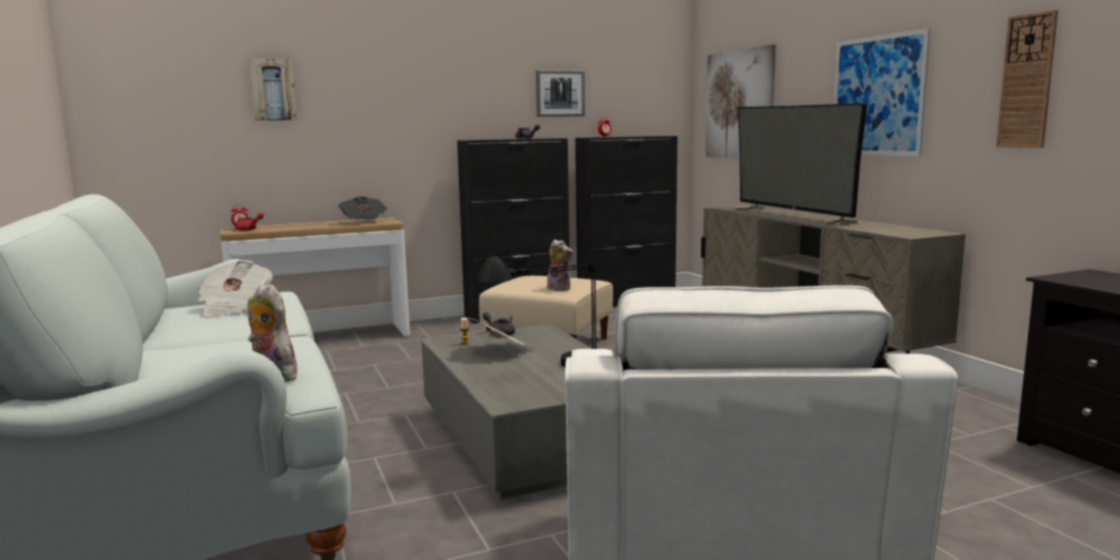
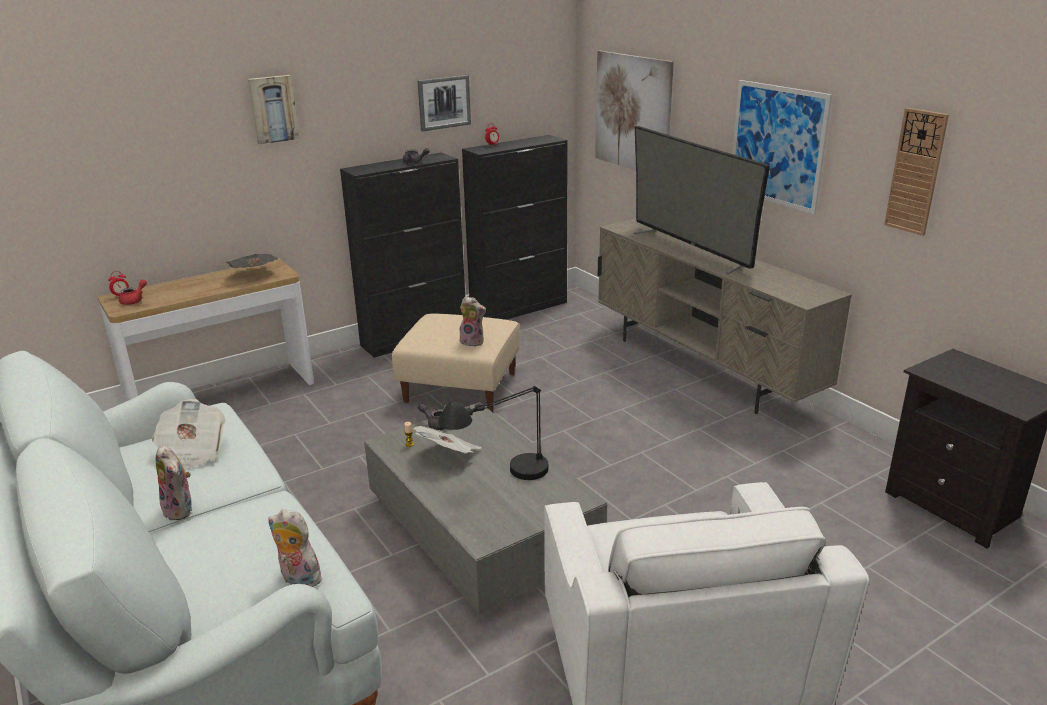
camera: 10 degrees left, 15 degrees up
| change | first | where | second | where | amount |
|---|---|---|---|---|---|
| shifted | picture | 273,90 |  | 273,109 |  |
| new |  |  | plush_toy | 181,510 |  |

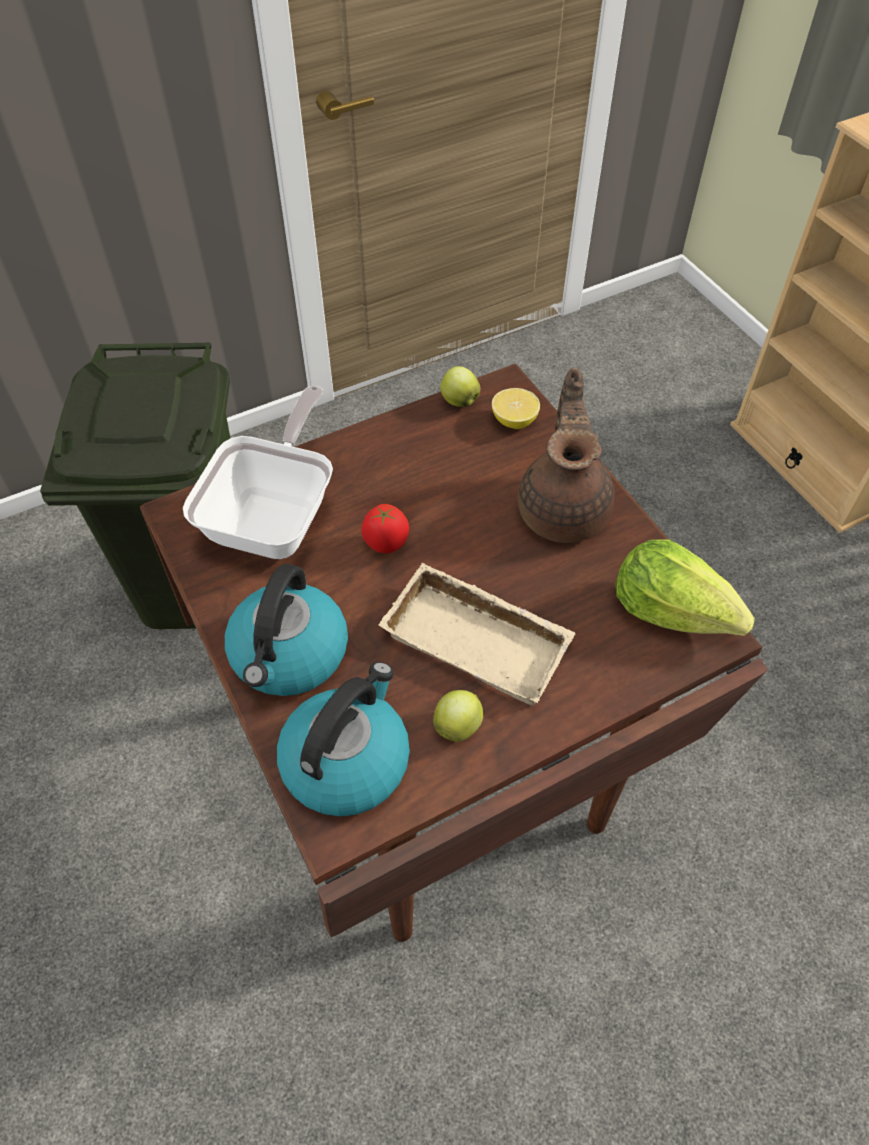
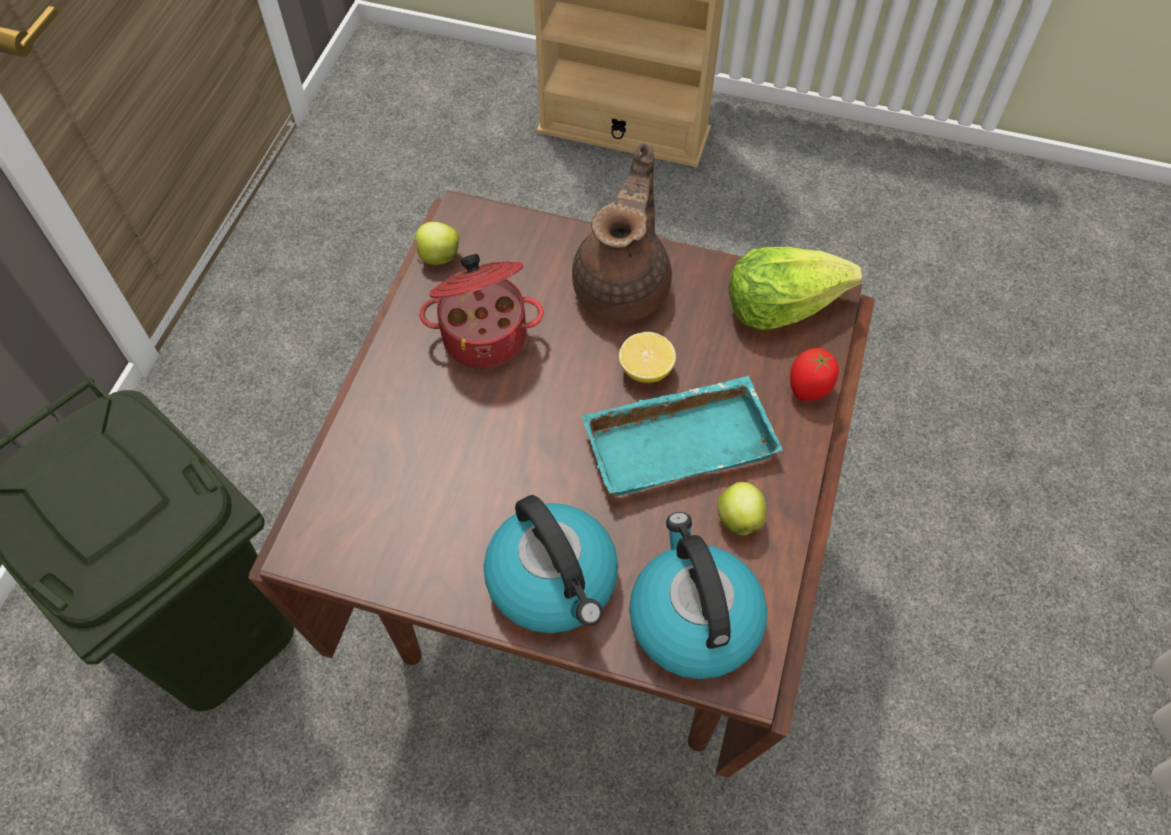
camera: 45 degrees left, 5 degrees up
| change | first | where | second | where | amount |
|---|---|---|---|---|---|
| gone | frying_pan | 276,516 |  |  |  |
| shifted | tomato | 386,544 |  | 809,389 |  |
| repainted | beige_tray | 480,639 | turquoise_tray | 680,439 |  |
| shifted | lemon | 514,421 |  | 646,370 |  |
| rotated | brown_teapot | 564,508 |  | 624,286 | 60 degrees clockwise |
| new |  |  | cooking_pot | 484,334 |  |

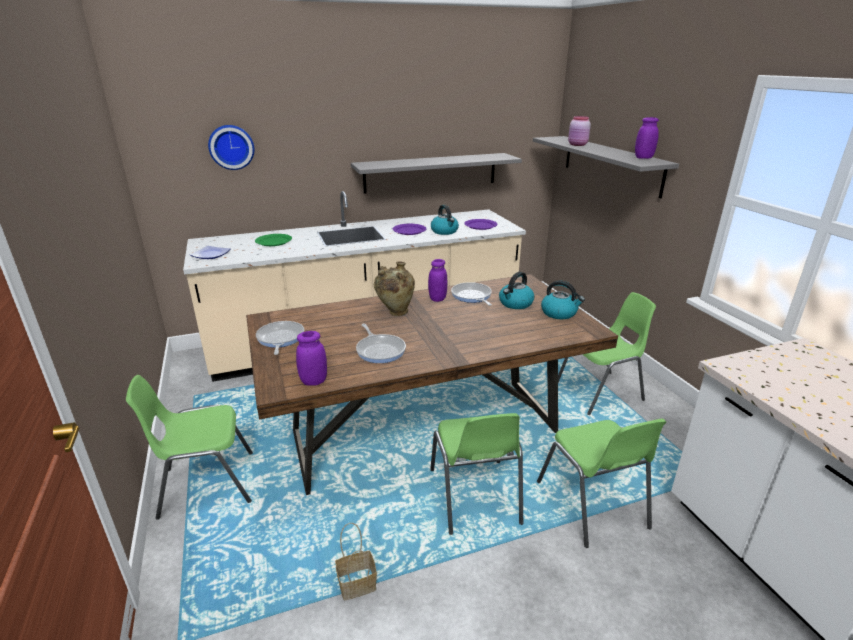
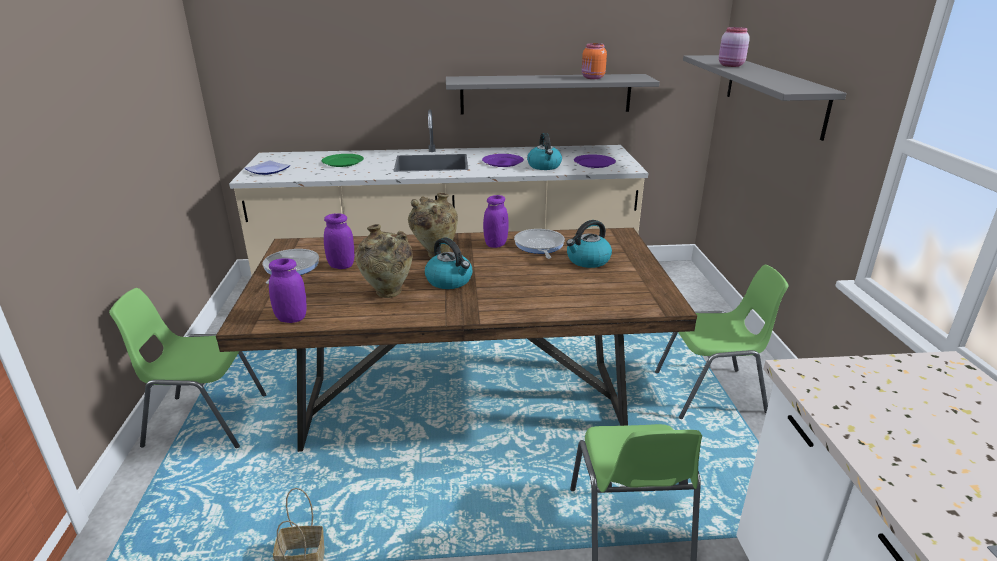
camera: 15 degrees right, 0 degrees up
| change | first | where | second | where | amount |
|---|---|---|---|---|---|
| gone | wall_clock | 231,147 |  |  |  |
| swapped | frying_pan | 380,350 | beige_vase | 387,294 |  |
| gone | green_chair | 475,497 |  |  |  |
| shifted | kettle | 559,313 |  | 450,281 |  |
| shifted | purple_jar | 643,158 |  | 341,266 |  |
| new |  |  | orange_jar | 592,78 |  |

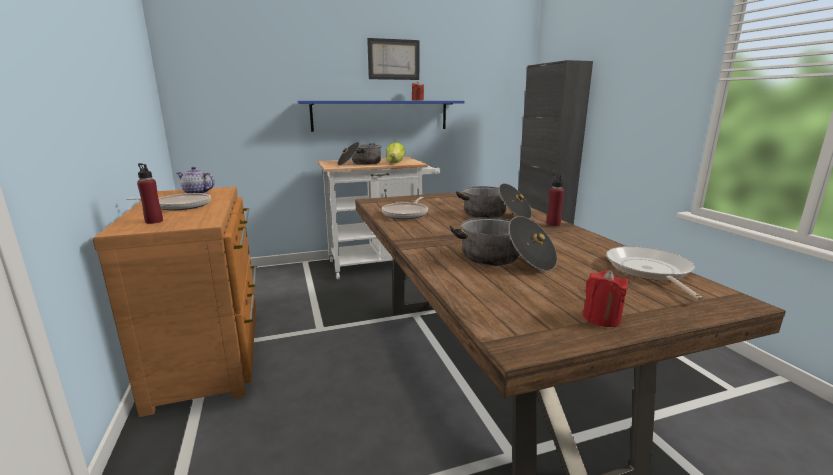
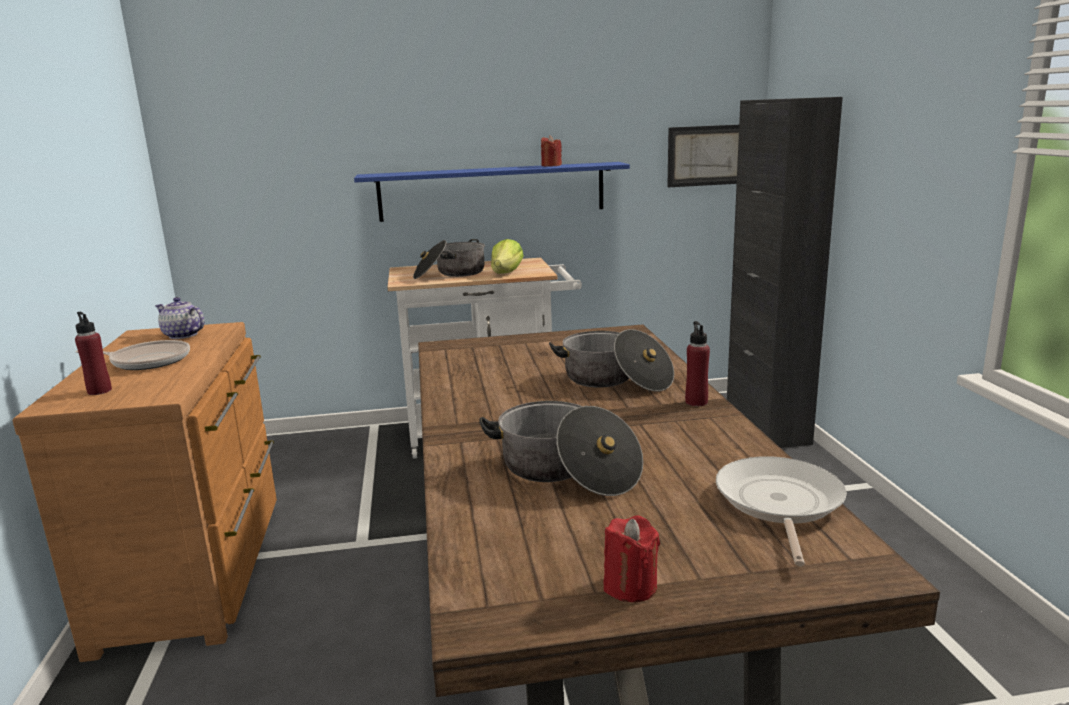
camera: 10 degrees right, 0 degrees up
| change | first | where | second | where | amount |
|---|---|---|---|---|---|
| shifted | picture | 393,59 |  | 706,155 |  |
| gone | frying_pan | 406,214 |  |  |  |

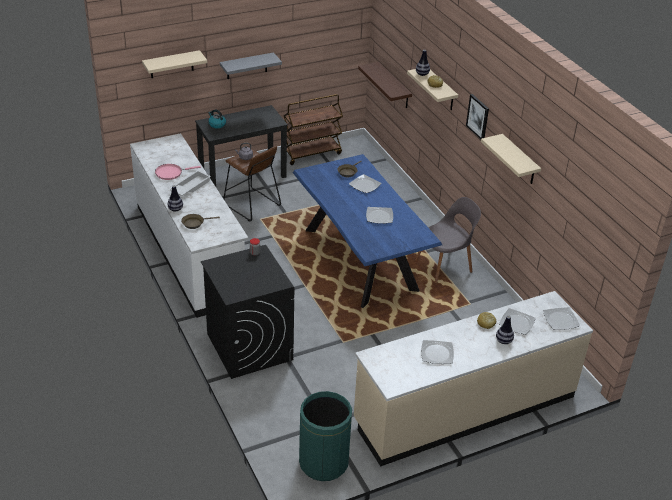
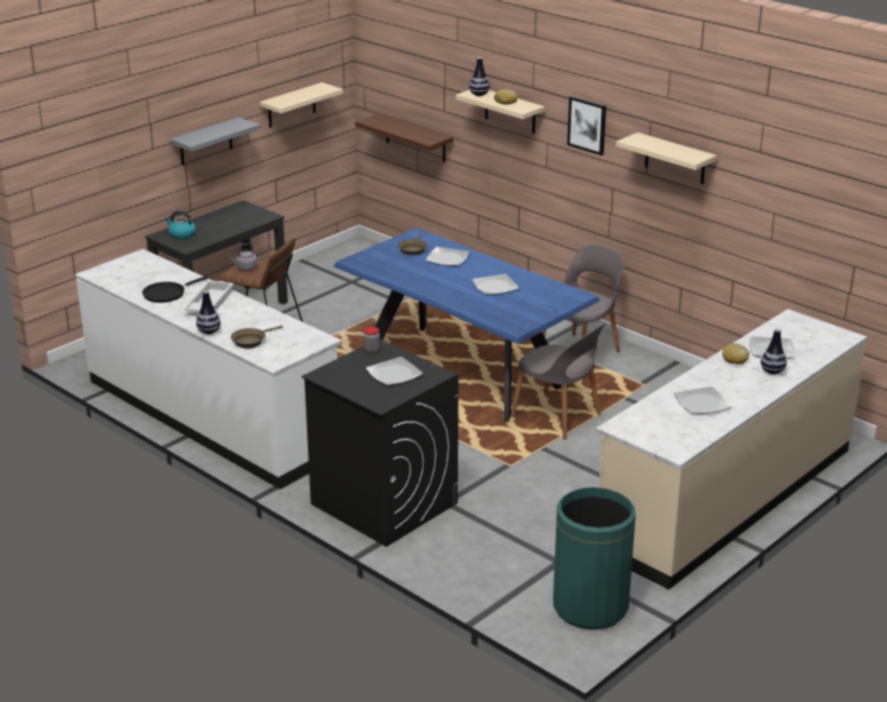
camera: 20 degrees left, 10 degrees down
| change | first | where | second | where | amount |
|---|---|---|---|---|---|
| shifted | beige_shelf | 171,64 |  | 291,105 |  |
| repainted | pink_frying_pan | 171,173 | black_frying_pan | 167,294 |  |
| gone | brown_cart | 312,153 |  |  |  |
| shifted | plate | 560,320 |  | 394,374 |  |
| new |  |  | grey_chair | 557,417 |  |

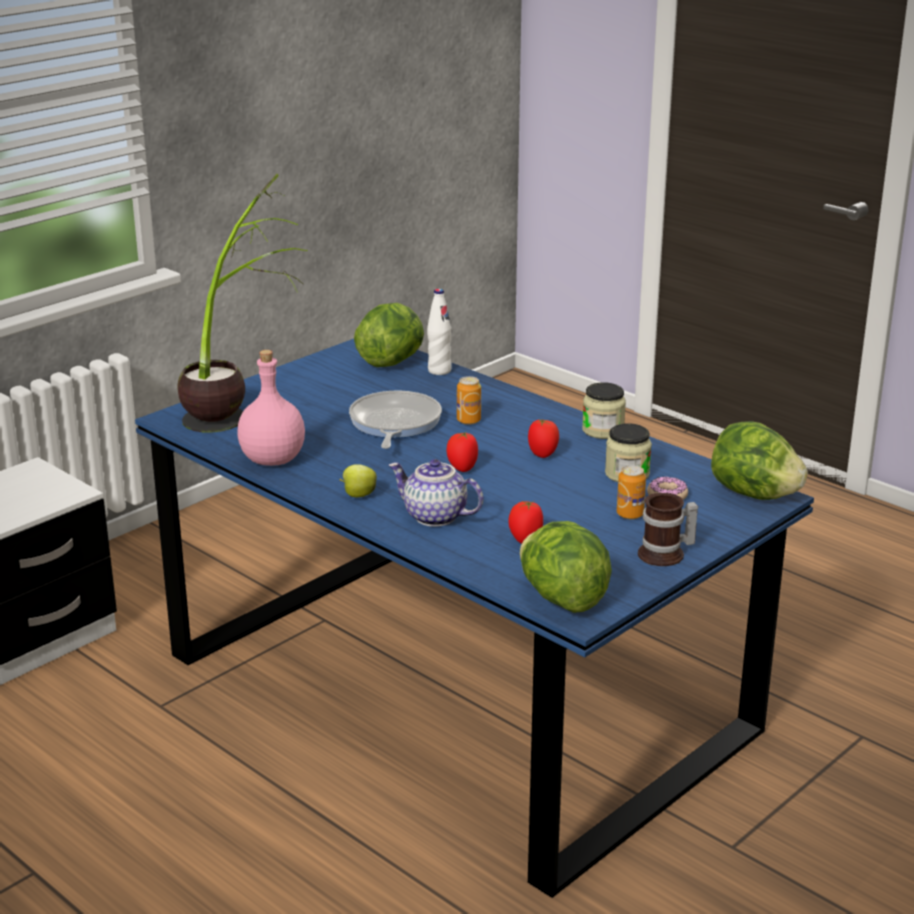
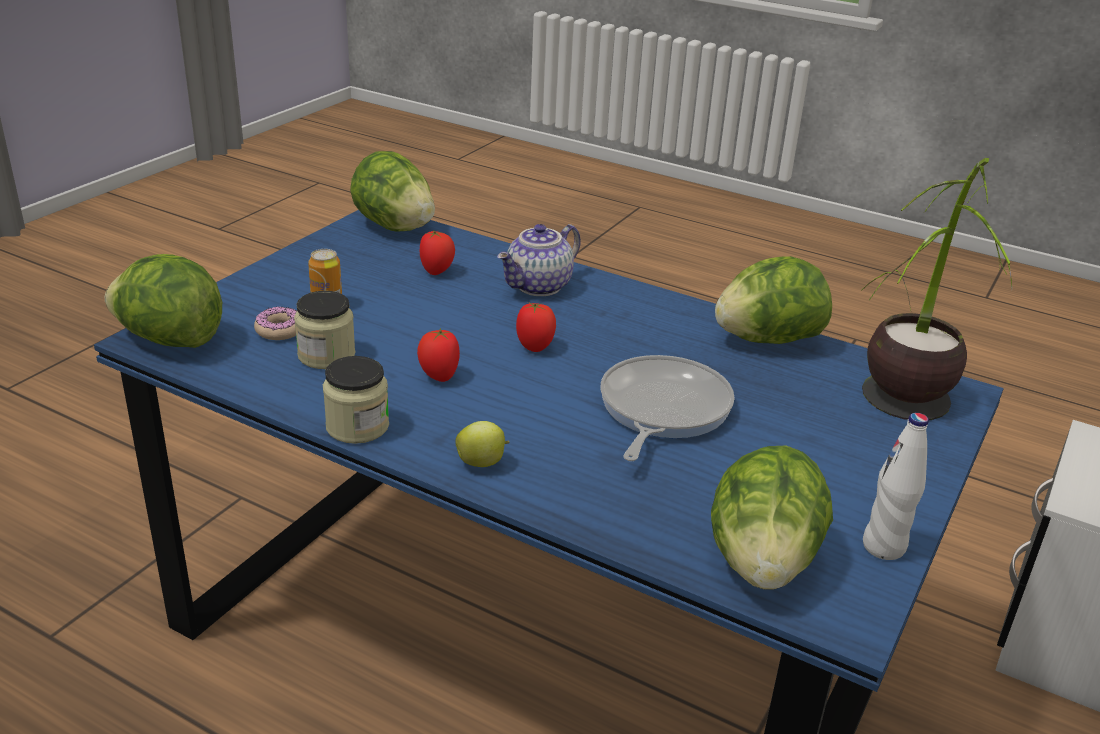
camera: 165 degrees right, 5 degrees up
| change | first | where | second | where | amount |
|---|---|---|---|---|---|
| swapped | pink_bottle | 271,459 | lettuce | 767,340 |  |
| shifted | apple | 358,495 |  | 482,463 |  |
| rotated | frying_pan | 394,424 |  | 661,410 | 150 degrees counterclockwise |
| rotated | teapot | 434,517 |  | 539,287 | 120 degrees clockwise |
| shifted | white_bottle | 439,370 |  | 884,547 |  |
| gone | can | 468,420 |  |  |  |
| gone | mug | 666,555 |  |  |  |

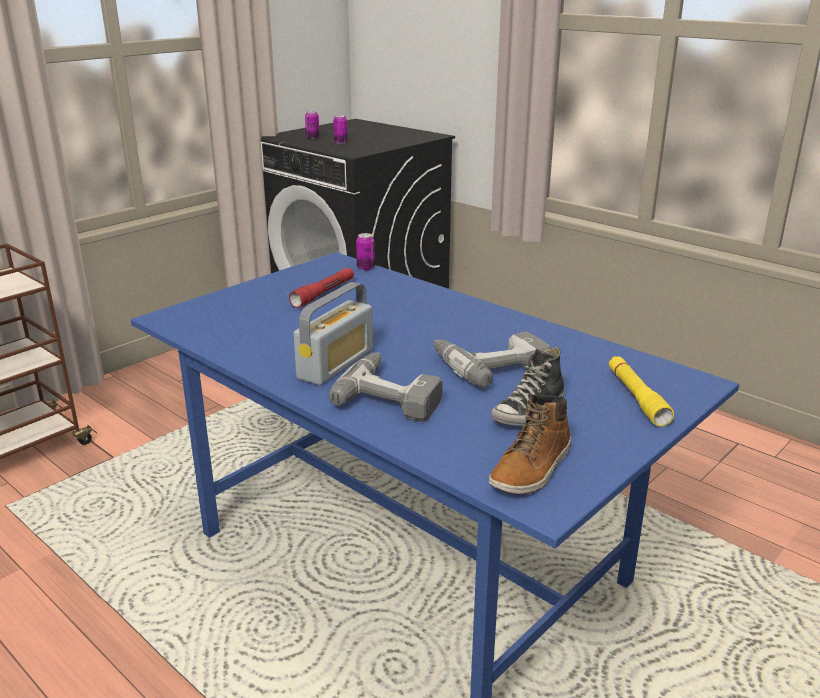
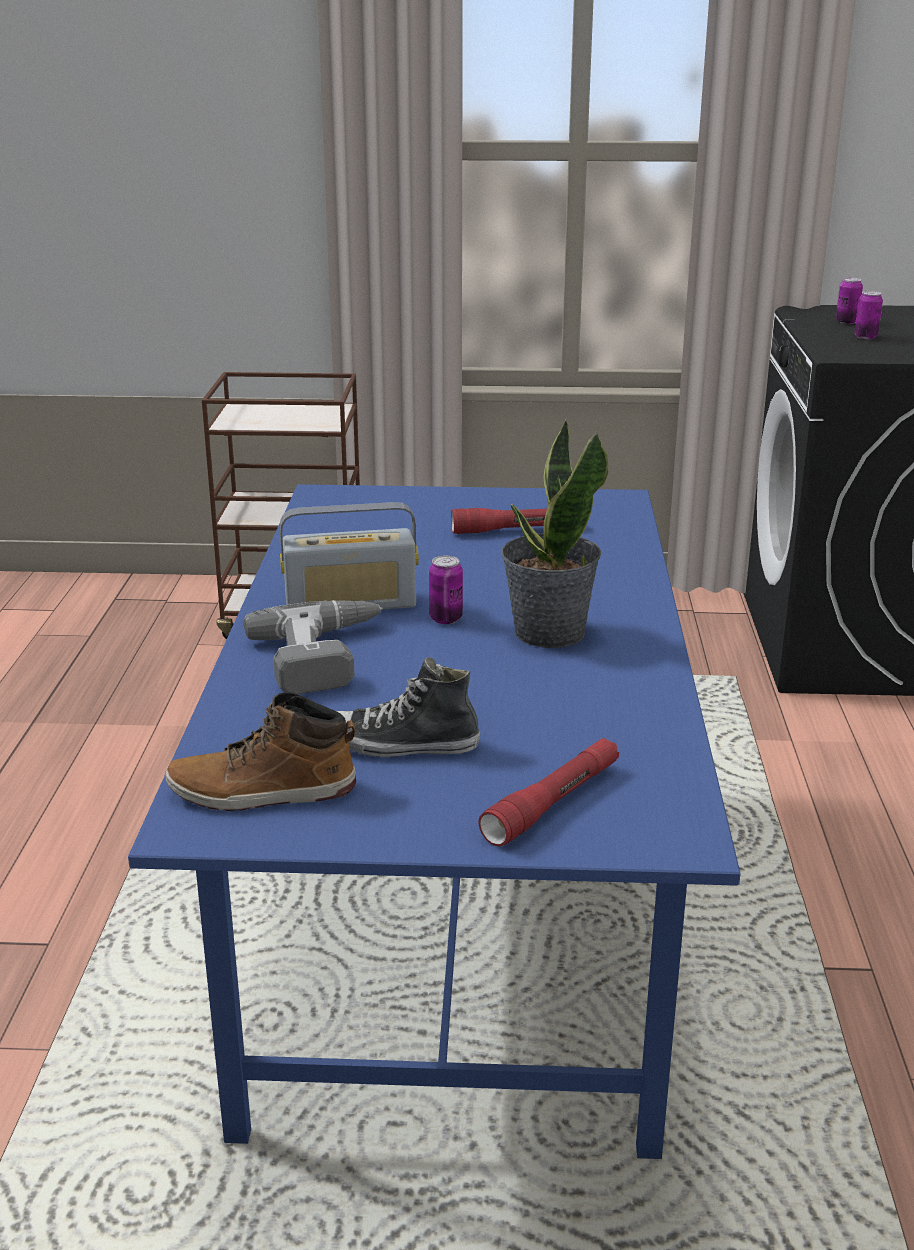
camera: 50 degrees right, 0 degrees up
| change | first | where | second | where | amount |
|---|---|---|---|---|---|
| shifted | can | 365,268 |  | 445,619 |  |
| gone | power_drill | 489,364 |  |  |  |
| repainted | yellow_flashlight | 636,397 | red_flashlight | 553,803 |  |
| new |  |  | potted_plant | 548,633 |  |

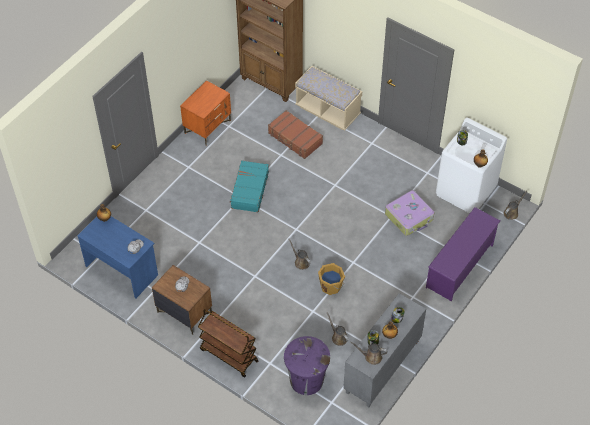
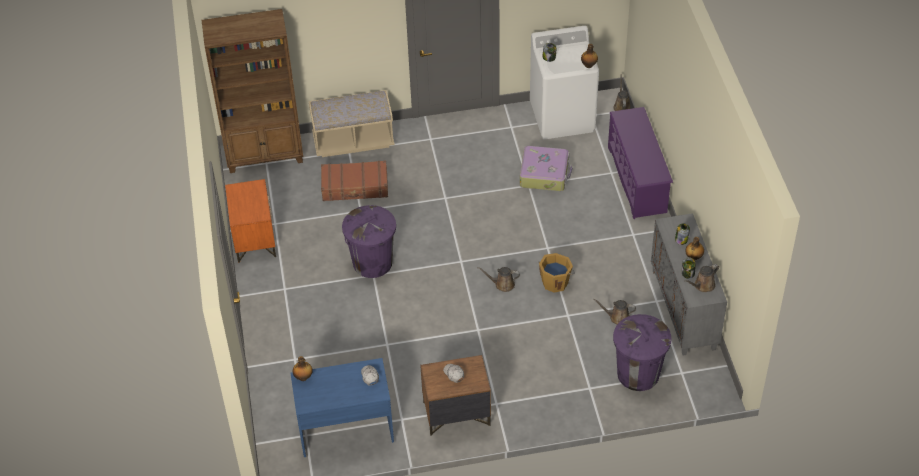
camera: 45 degrees left, 5 degrees down
| change | first | where | second | where | amount |
|---|---|---|---|---|---|
| gone | brown_cart | 228,355 |  |  |  |
| swapped | turquoise_suitcase | 249,190 | purple_trash_can | 373,263 |  |

